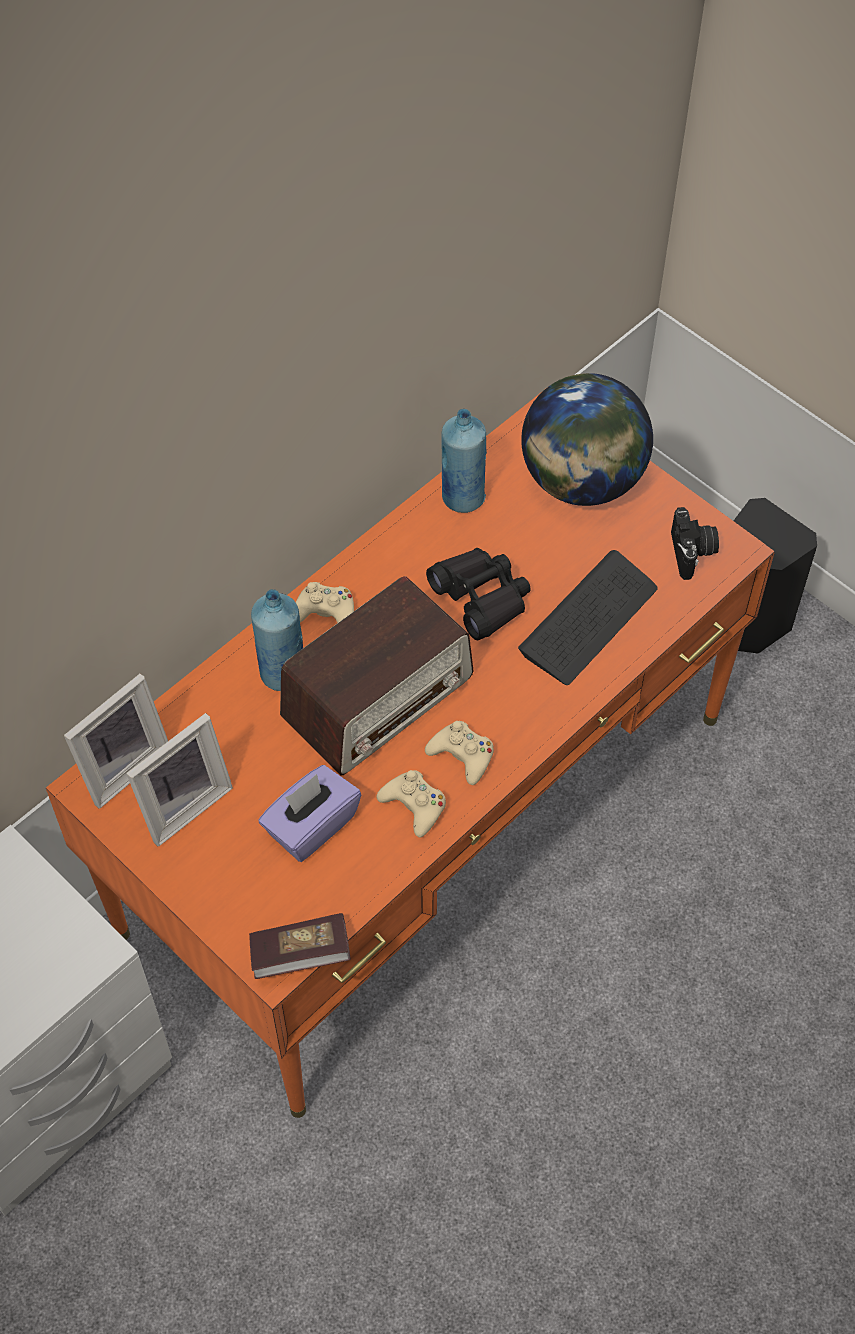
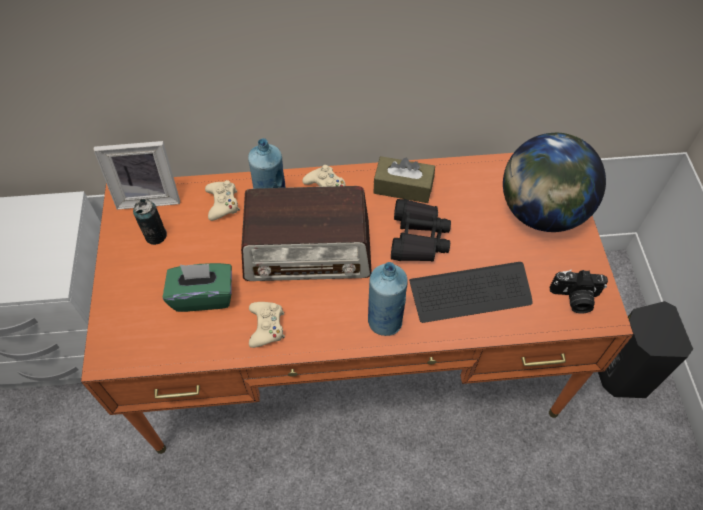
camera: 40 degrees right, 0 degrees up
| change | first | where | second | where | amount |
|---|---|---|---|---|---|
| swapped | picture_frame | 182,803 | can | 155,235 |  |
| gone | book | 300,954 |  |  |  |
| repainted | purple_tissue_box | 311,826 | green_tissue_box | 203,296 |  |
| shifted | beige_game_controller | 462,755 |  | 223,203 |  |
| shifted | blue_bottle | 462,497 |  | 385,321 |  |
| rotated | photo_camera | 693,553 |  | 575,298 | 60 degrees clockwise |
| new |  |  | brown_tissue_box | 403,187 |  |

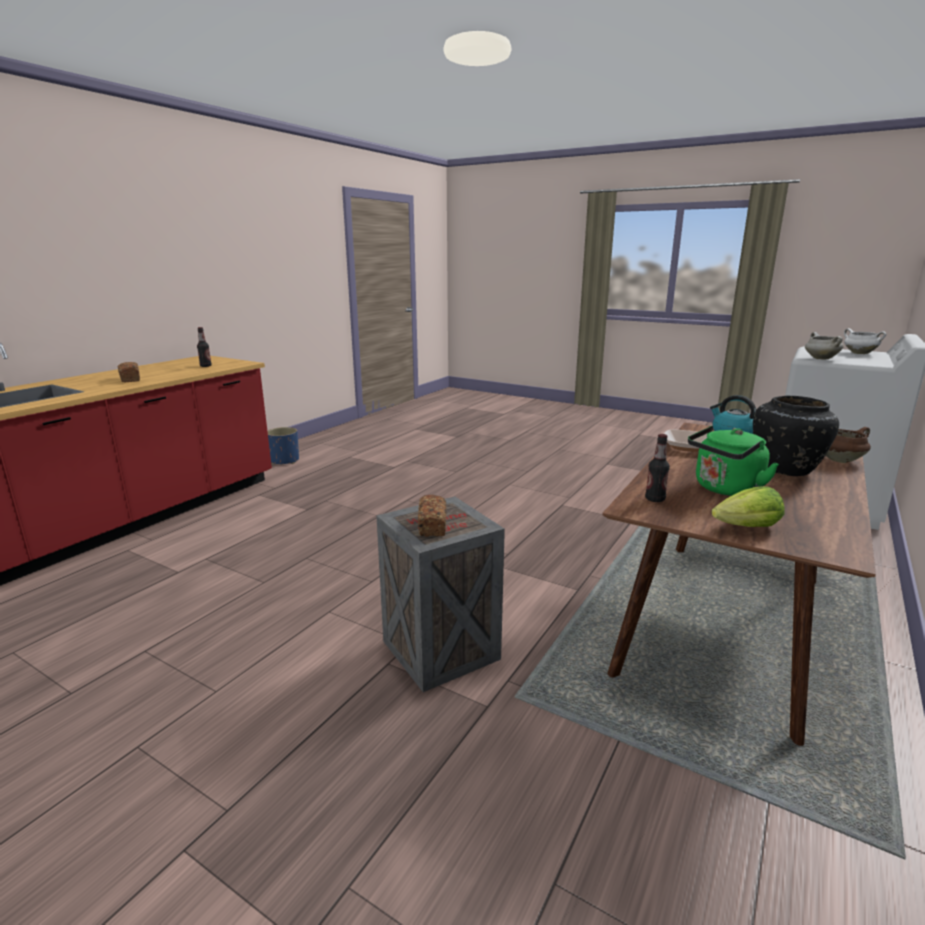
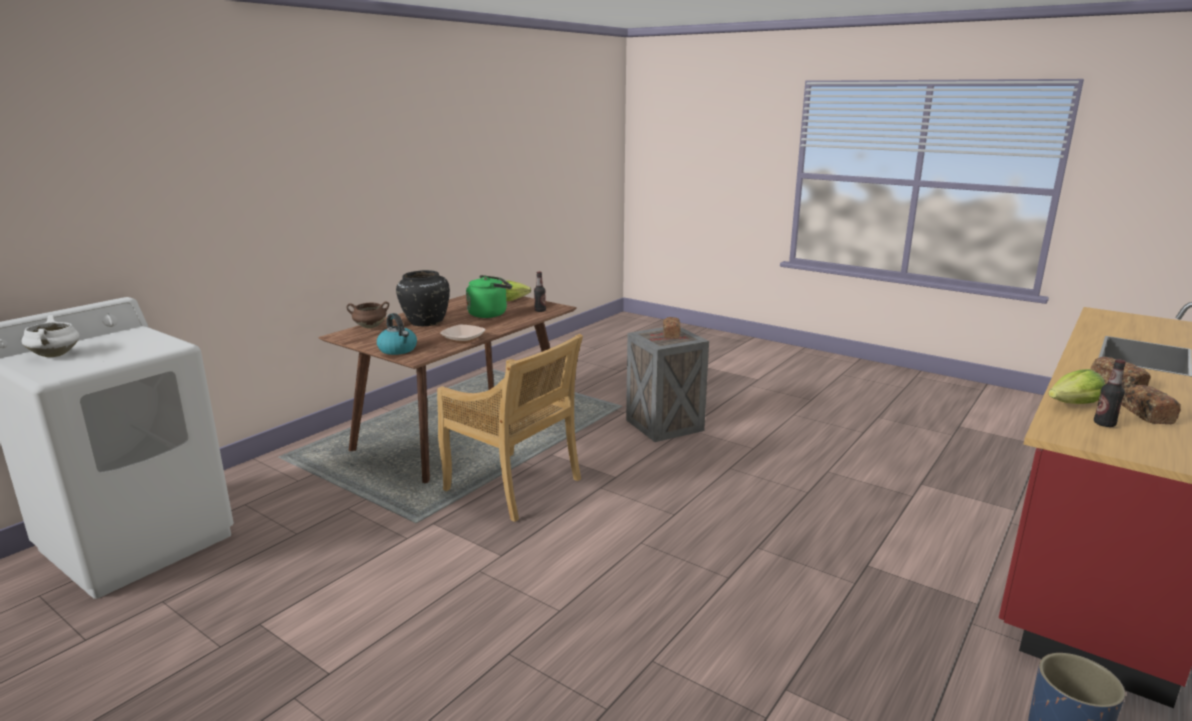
camera: 175 degrees left, 0 degrees up
| change | first | where | second | where | amount |
|---|---|---|---|---|---|
| gone | white_cooking_pot | 820,359 |  |  |  |
| new |  |  | beige_chair | 514,486 |  |
| new |  |  | lettuce | 1074,405 |  |
| new |  |  | bread | 1146,414 |  |

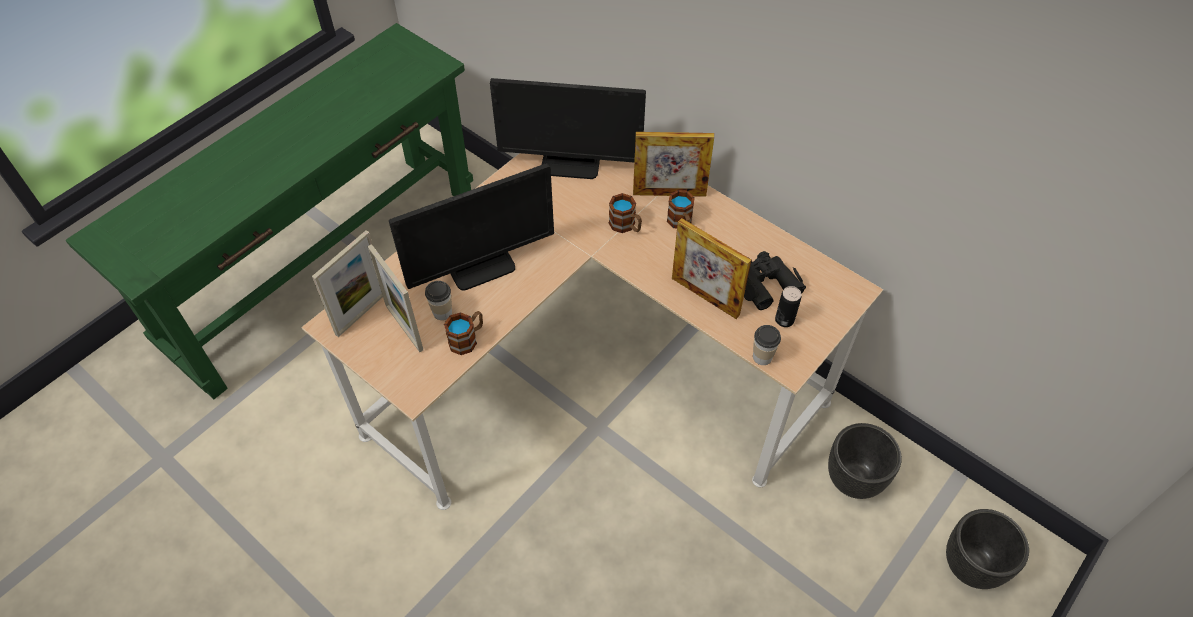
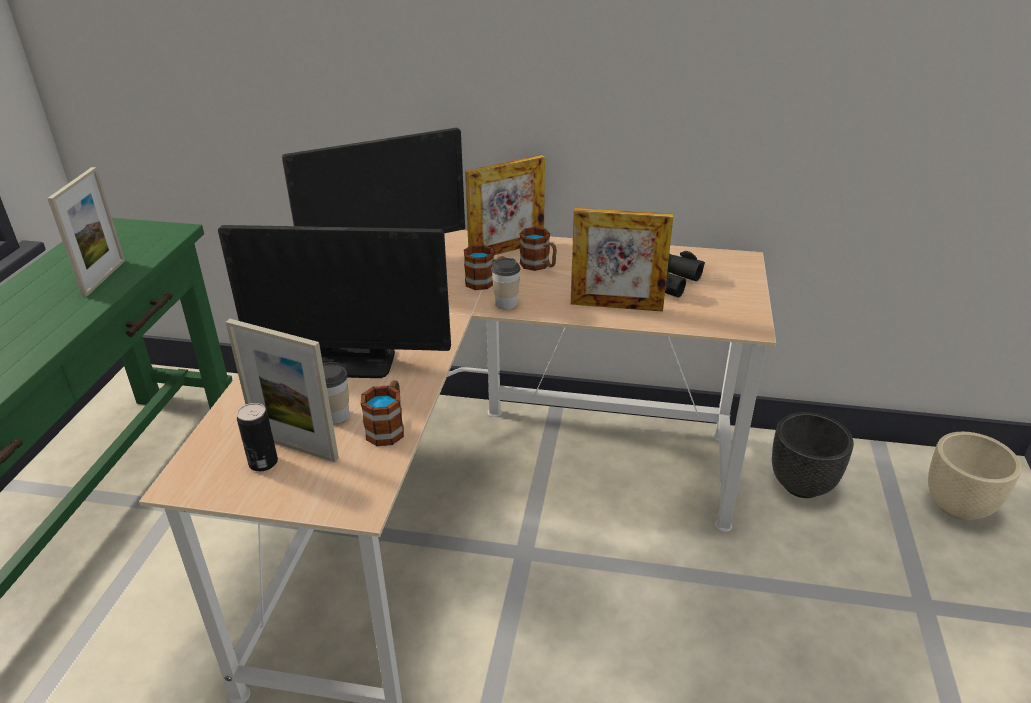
camera: 30 degrees left, 20 degrees down
| change | first | where | second | where | amount |
|---|---|---|---|---|---|
| shifted | picture_frame | 361,313 |  | 104,278 |  |
| rotated | monitor | 481,266 |  | 352,361 | 60 degrees clockwise |
| shifted | cup | 762,356 |  | 506,303 |  |
| shifted | can | 784,320 |  | 263,463 |  |
| repainted | black_planter | 972,566 | beige_planter | 958,507 |  |

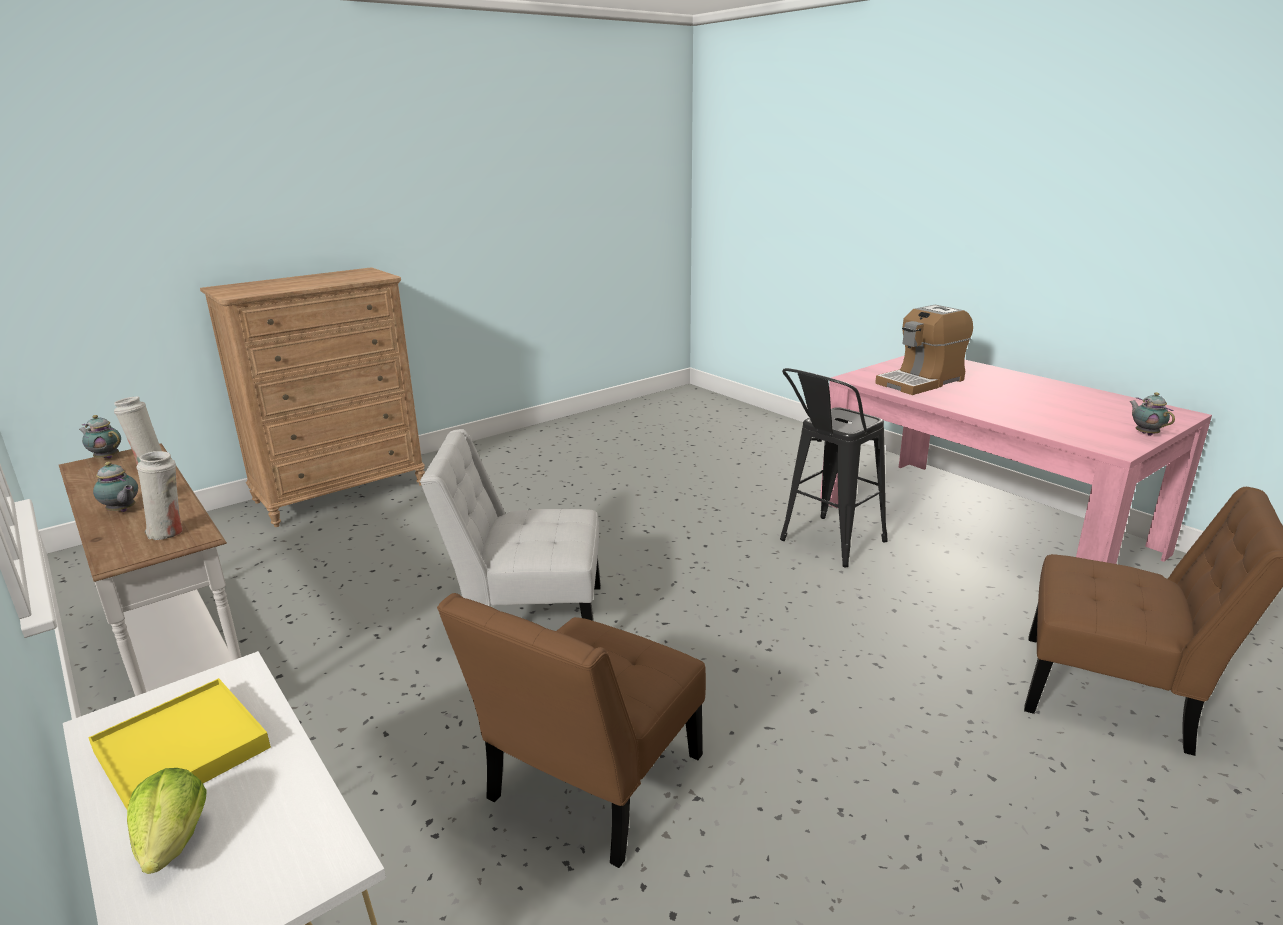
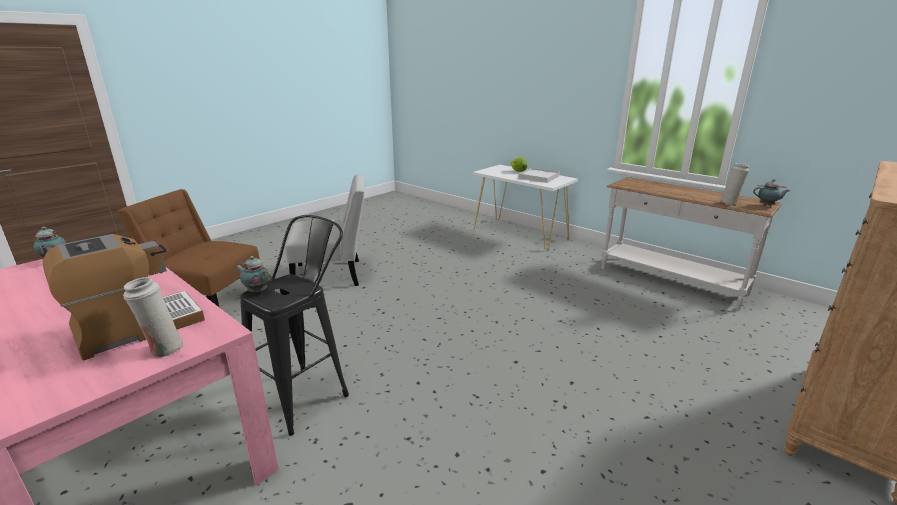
camera: 170 degrees right, 0 degrees up
| change | first | where | second | where | amount |
|---|---|---|---|---|---|
| repainted | yellow_tray | 182,750 | white_tray | 538,177 |  |
| shifted | teapot | 122,511 |  | 257,291 |  |
| shifted | white_vase | 170,532 |  | 163,349 |  |
| shifted | white_chair | 527,618 |  | 332,275 |  |
| gone | brown_chair | 589,785 |  |  |  |

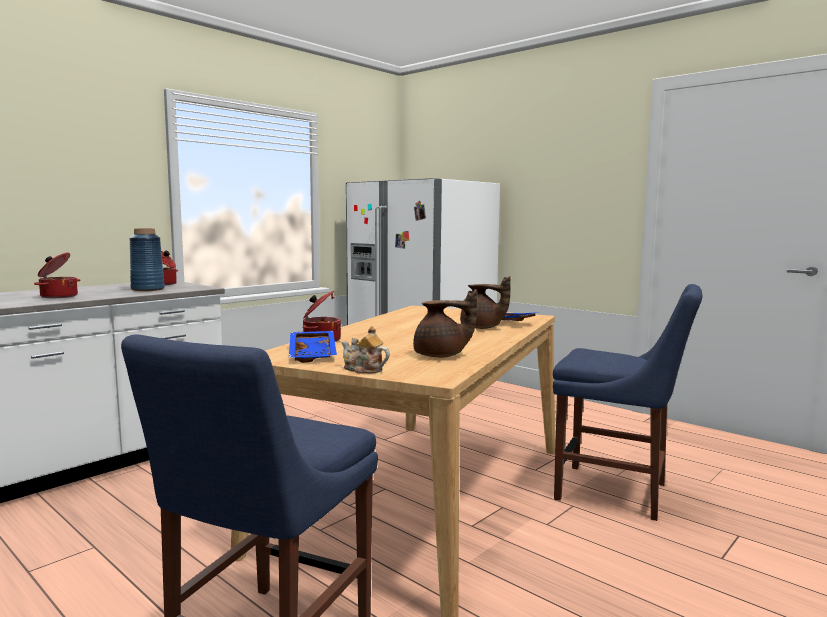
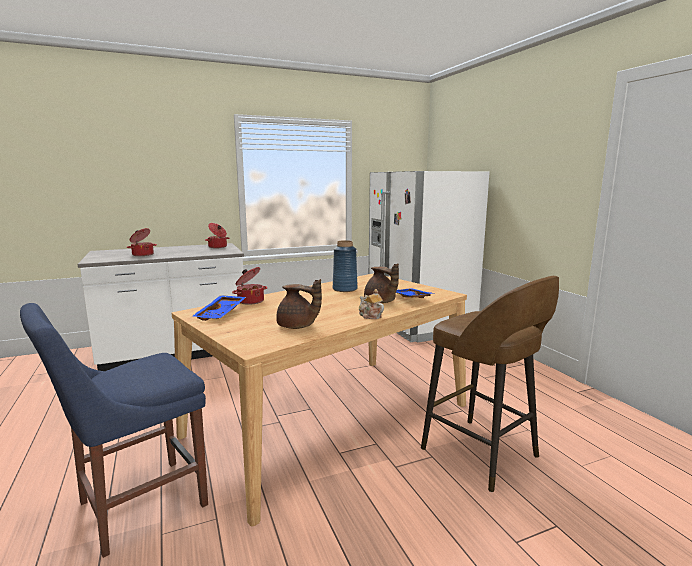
camera: 25 degrees right, 5 degrees up
| change | first | where | second | where | amount |
|---|---|---|---|---|---|
| shifted | blue_vase | 148,289 |  | 345,289 |  |
| shifted | teapot | 363,370 |  | 370,316 |  |
| swapped | blue_chair | 617,493 | brown_stool | 482,454 |  |

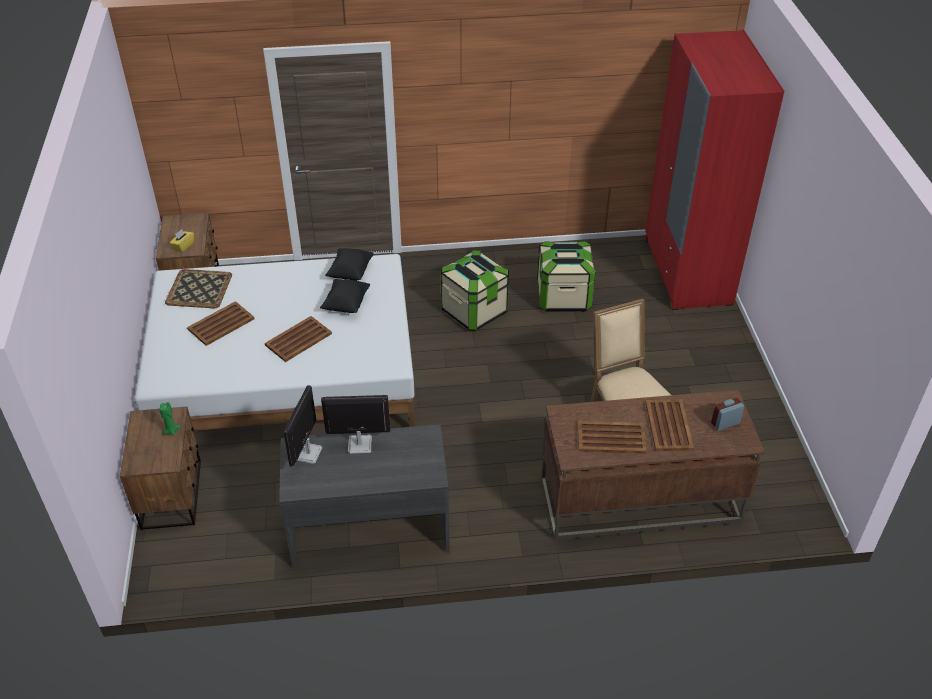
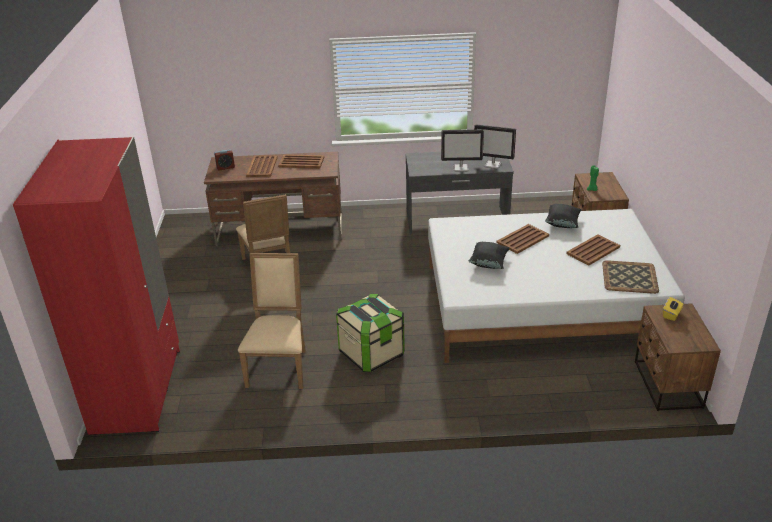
camera: 175 degrees left, 10 degrees down
| change | first | where | second | where | amount |
|---|---|---|---|---|---|
| rotated | monitor | 307,454 |  | 493,165 | 90 degrees clockwise |
| shifted | black_pillow | 350,272 |  | 562,224 |  |
| swapped | storage_box | 563,297 | beige_chair | 279,365 |  |

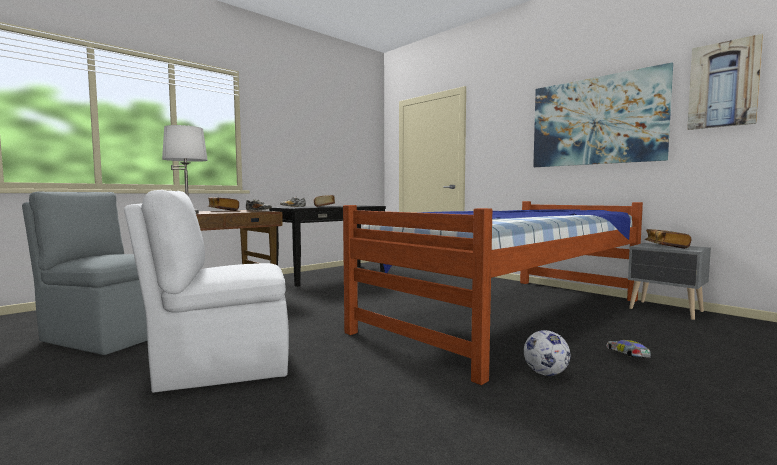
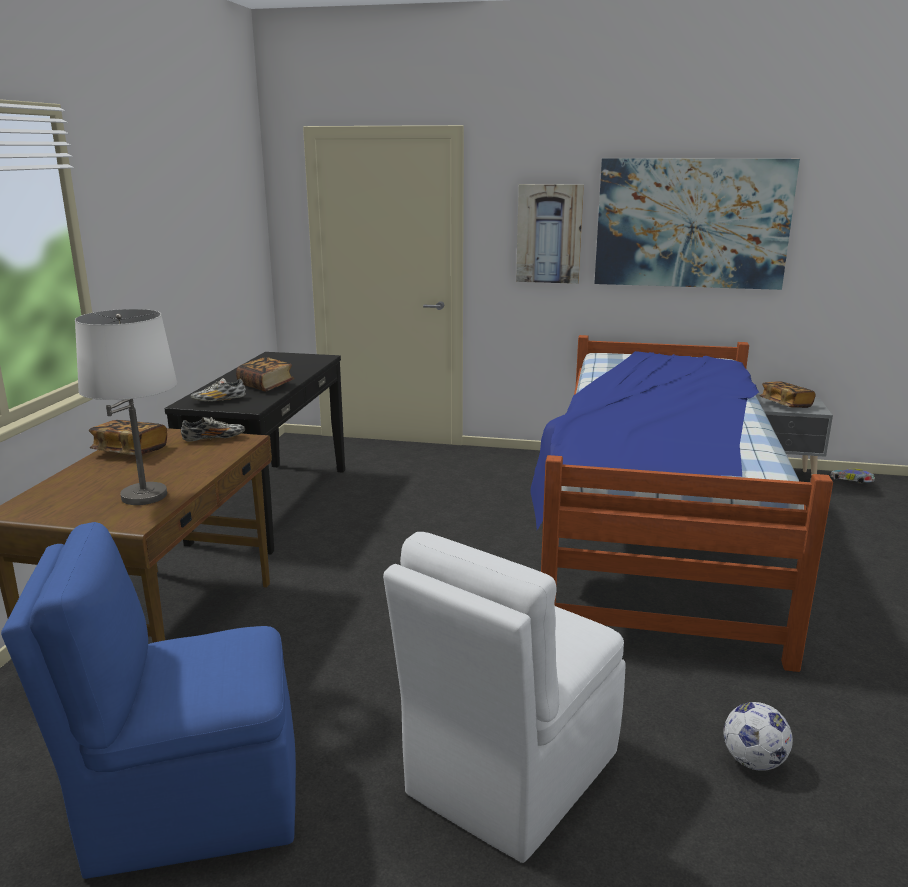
camera: 35 degrees left, 15 degrees up
| change | first | where | second | where | amount |
|---|---|---|---|---|---|
| repainted | grey_chair | 107,336 | blue_chair | 189,805 |  |
| shifted | football | 545,373 |  | 753,762 |  |
| shifted | toy_car | 628,357 |  | 852,483 |  |
| shifted | picture | 723,85 |  | 549,234 |  |

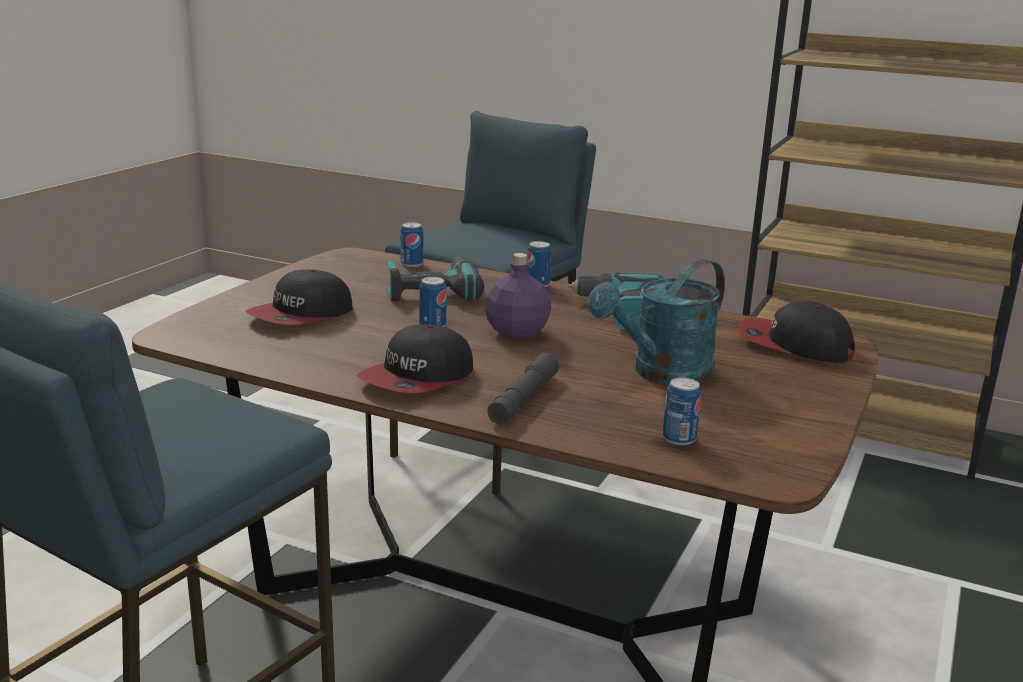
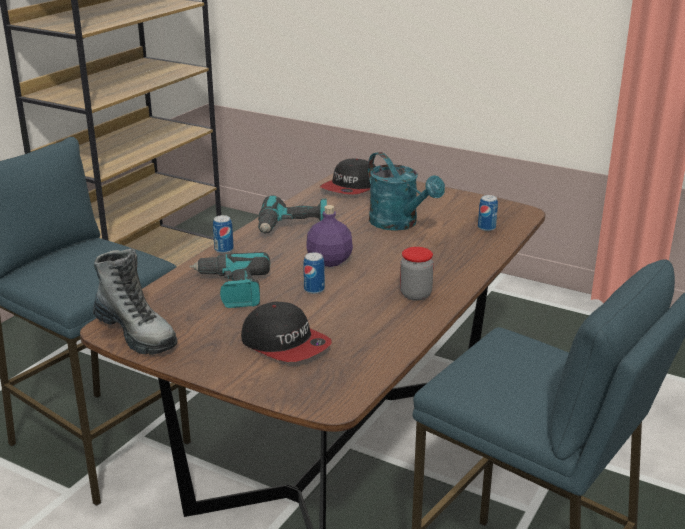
camera: 85 degrees left, 5 degrees up
| change | first | where | second | where | amount |
|---|---|---|---|---|---|
| swapped | cap | 418,378 | jar | 415,294 |  |
| gone | can | 411,264 |  |  |  |
| gone | grey_flashlight | 523,399 |  |  |  |
| new |  |  | boot | 136,333 |  |

